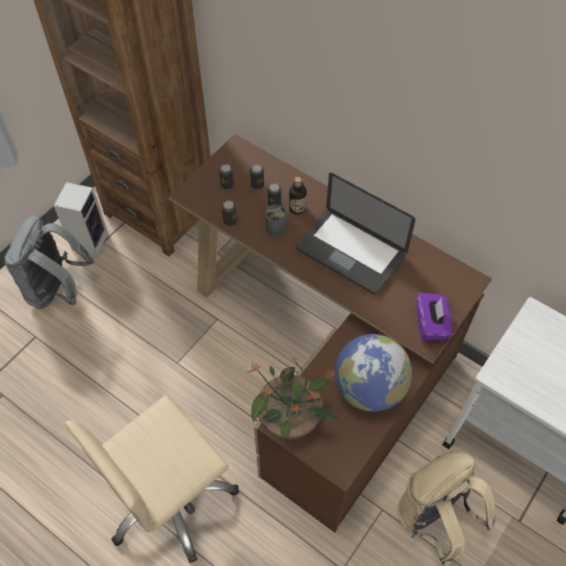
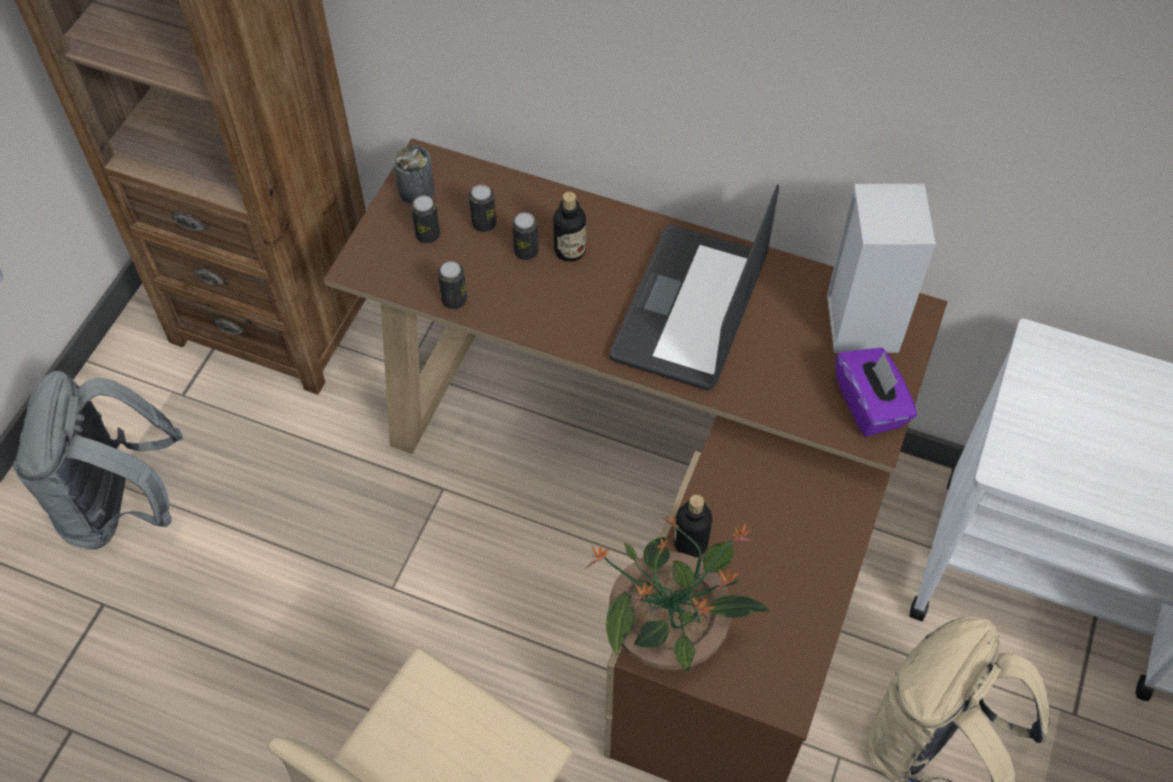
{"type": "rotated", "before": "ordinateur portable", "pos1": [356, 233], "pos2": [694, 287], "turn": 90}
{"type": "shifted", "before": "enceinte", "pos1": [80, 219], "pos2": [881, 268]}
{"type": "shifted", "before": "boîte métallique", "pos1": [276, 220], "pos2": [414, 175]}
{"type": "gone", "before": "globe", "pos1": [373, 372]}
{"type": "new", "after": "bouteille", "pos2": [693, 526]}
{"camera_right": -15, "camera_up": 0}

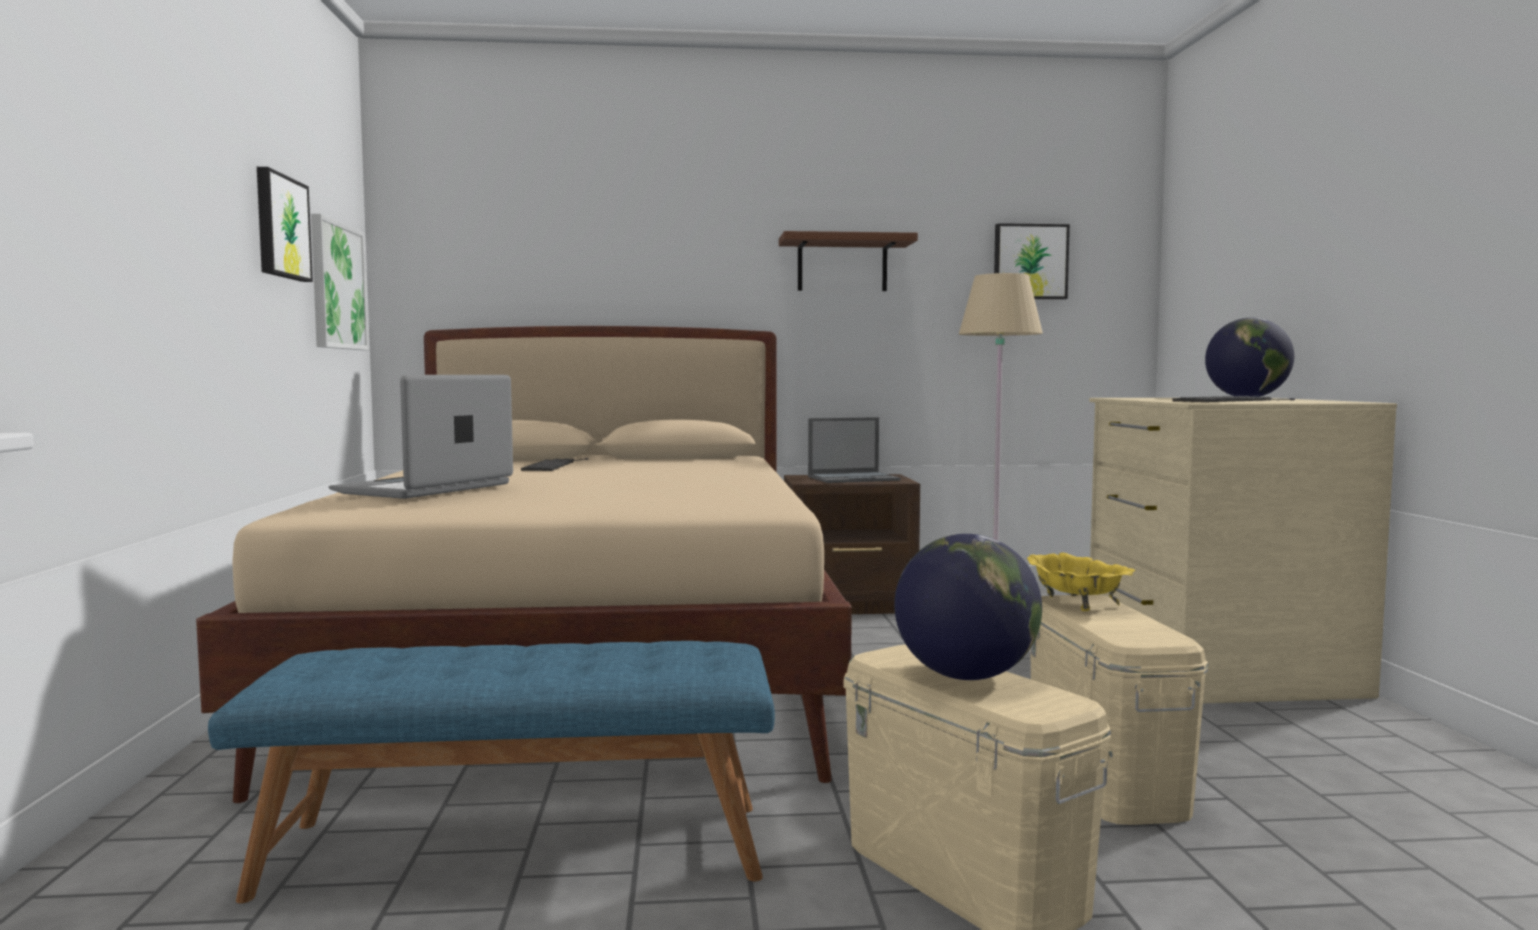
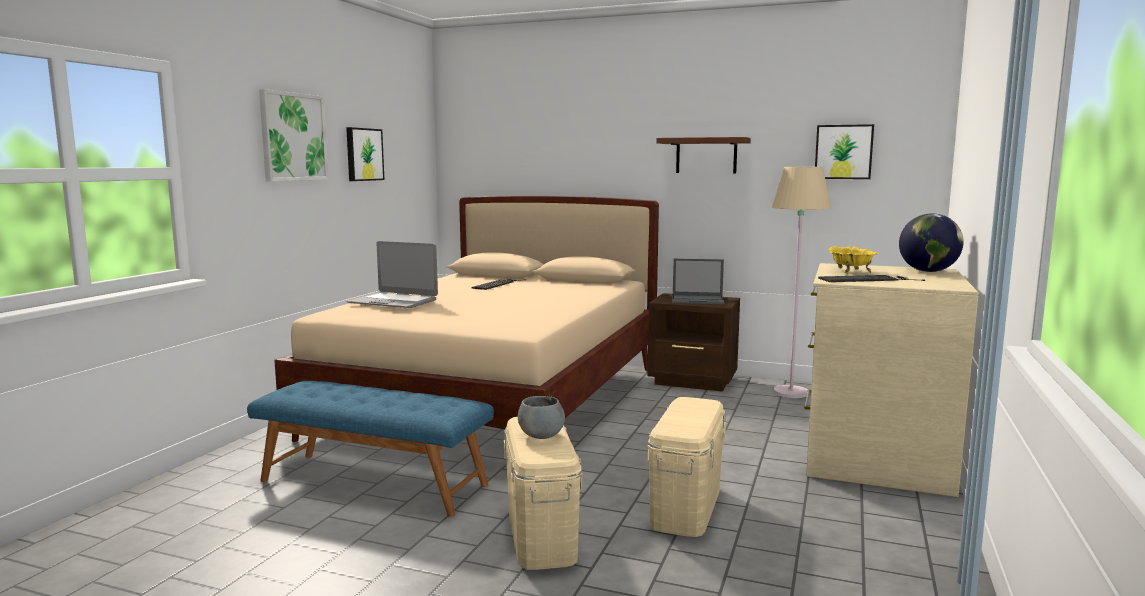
{"type": "shifted", "before": "tableau", "pos1": [340, 282], "pos2": [294, 135]}
{"type": "rotated", "before": "ordinateur portable", "pos1": [421, 437], "pos2": [392, 274], "turn": -120}
{"type": "swapped", "before": "globe", "after": "bol (gris)", "pos1": [968, 607], "pos2": [541, 417]}
{"type": "shifted", "before": "bol (jaune)", "pos1": [1081, 582], "pos2": [854, 259]}
{"camera_right": 25, "camera_up": 5}

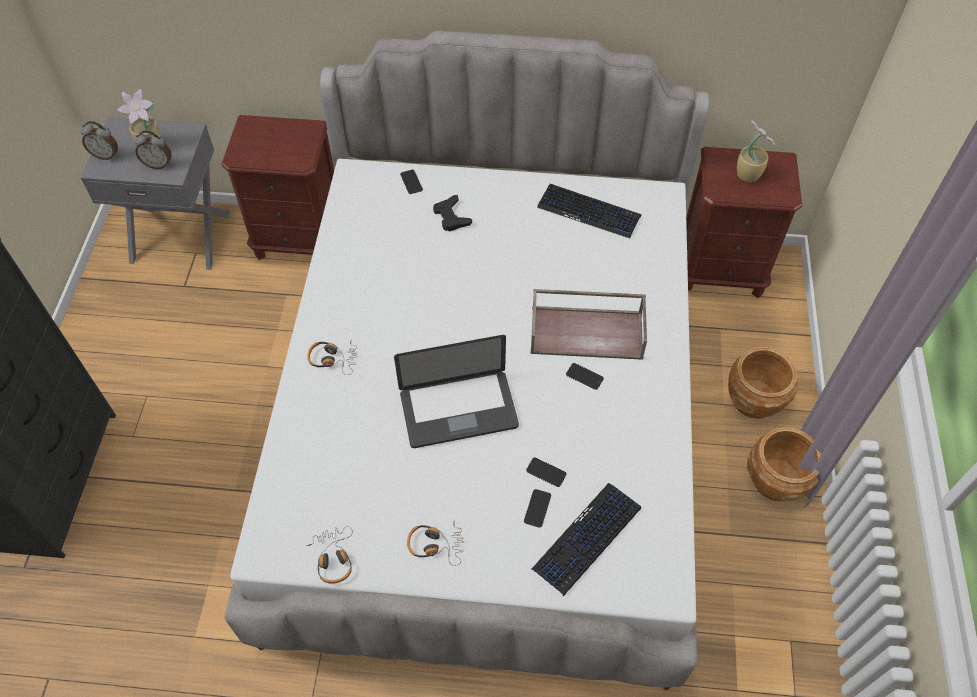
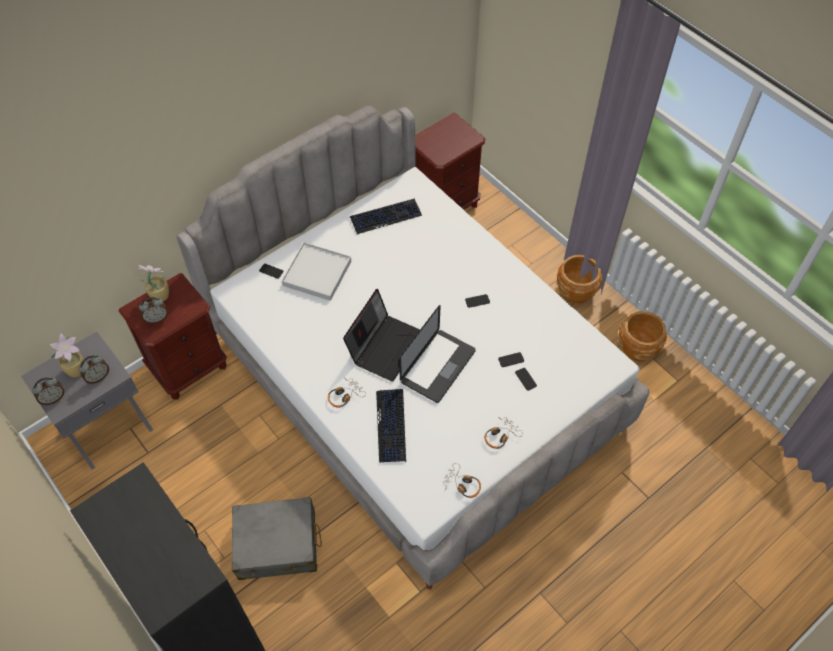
{"type": "shifted", "before": "plante en pot", "pos1": [756, 151], "pos2": [152, 283]}
{"type": "swapped", "before": "manette (noir)", "after": "plateau (blanc)", "pos1": [452, 213], "pos2": [316, 271]}
{"type": "gone", "before": "plateau (marron)", "pos1": [588, 324]}
{"type": "shifted", "before": "cache-pot (marron)", "pos1": [763, 383], "pos2": [642, 336]}
{"type": "shifted", "before": "clavier", "pos1": [586, 539], "pos2": [391, 426]}
{"type": "new", "after": "ordinateur portable", "pos2": [381, 335]}
{"type": "new", "after": "réveil", "pos2": [153, 310]}
{"type": "new", "after": "valise (gris)", "pos2": [277, 538]}
{"camera_right": -45, "camera_up": 0}

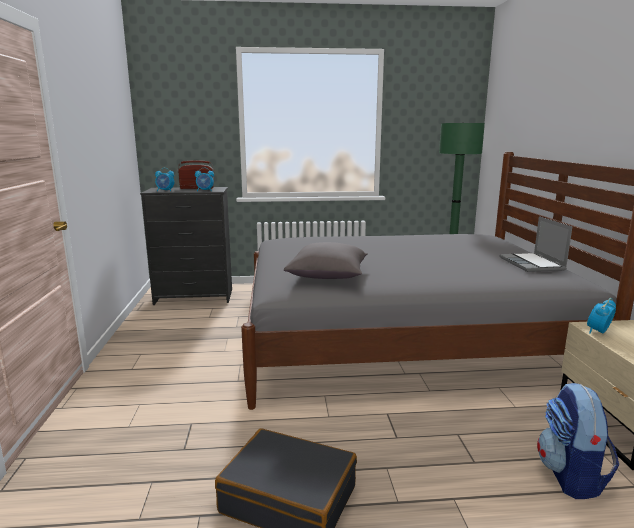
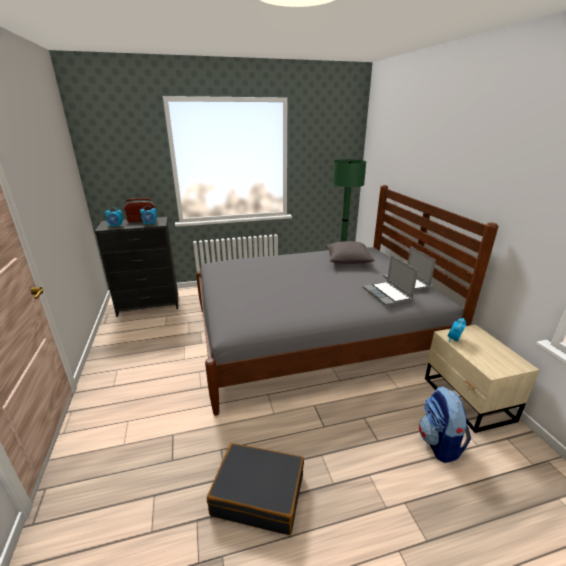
{"type": "shifted", "before": "coussin (gris)", "pos1": [326, 260], "pos2": [350, 252]}
{"type": "new", "after": "ordinateur portable", "pos2": [390, 280]}
{"camera_right": -10, "camera_up": 10}

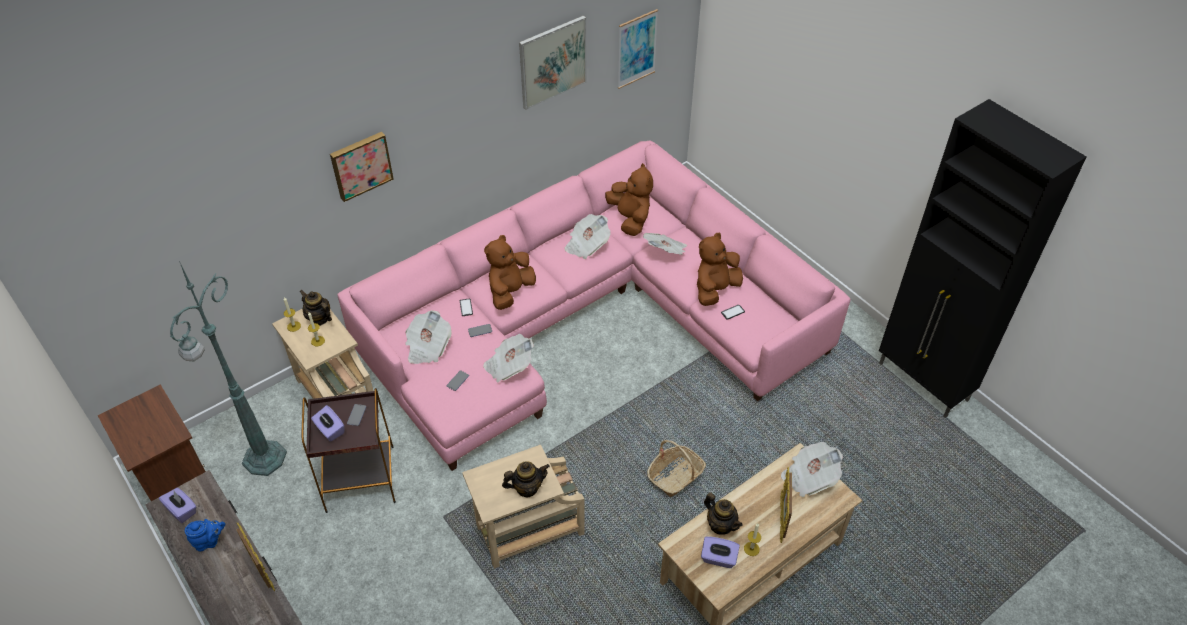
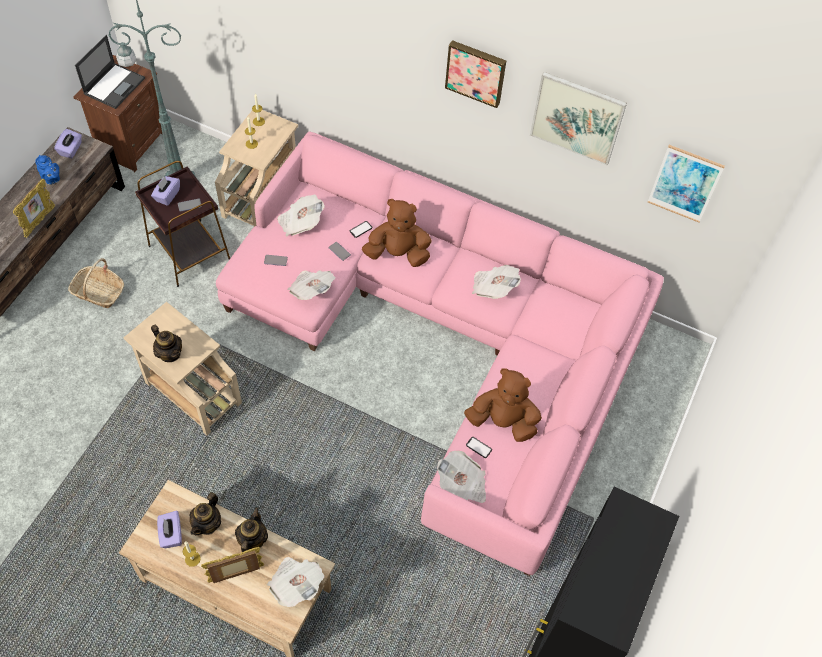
{"type": "shifted", "before": "tableau", "pos1": [362, 167], "pos2": [475, 74]}
{"type": "gone", "before": "peluche (marron)", "pos1": [629, 199]}
{"type": "shifted", "before": "journal", "pos1": [665, 244], "pos2": [461, 477]}
{"type": "shifted", "before": "théière", "pos1": [315, 308], "pos2": [251, 529]}
{"type": "shifted", "before": "panier", "pos1": [676, 468], "pos2": [96, 283]}
{"type": "new", "after": "ordinateur portable", "pos2": [110, 72]}
{"camera_right": 60, "camera_up": 10}

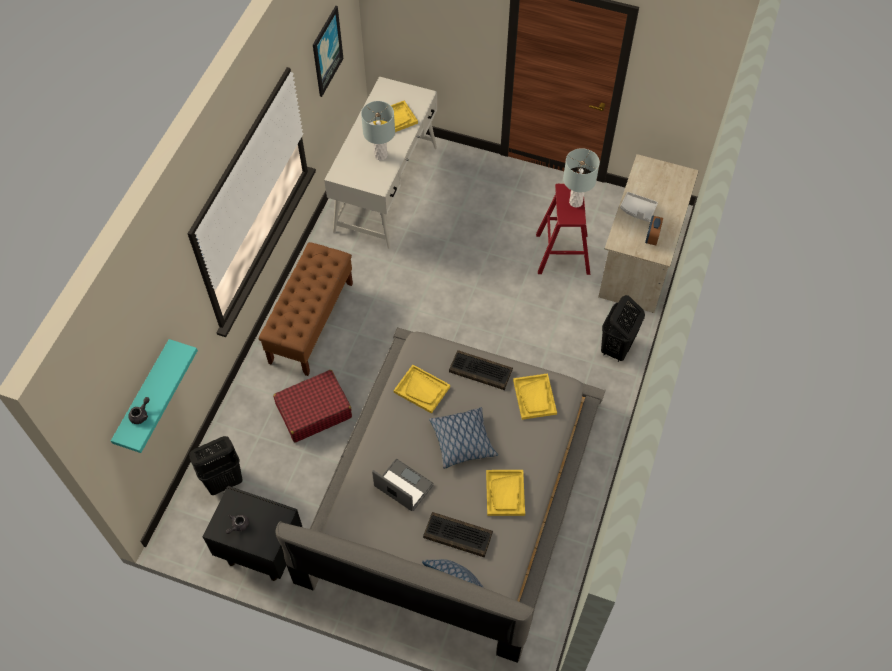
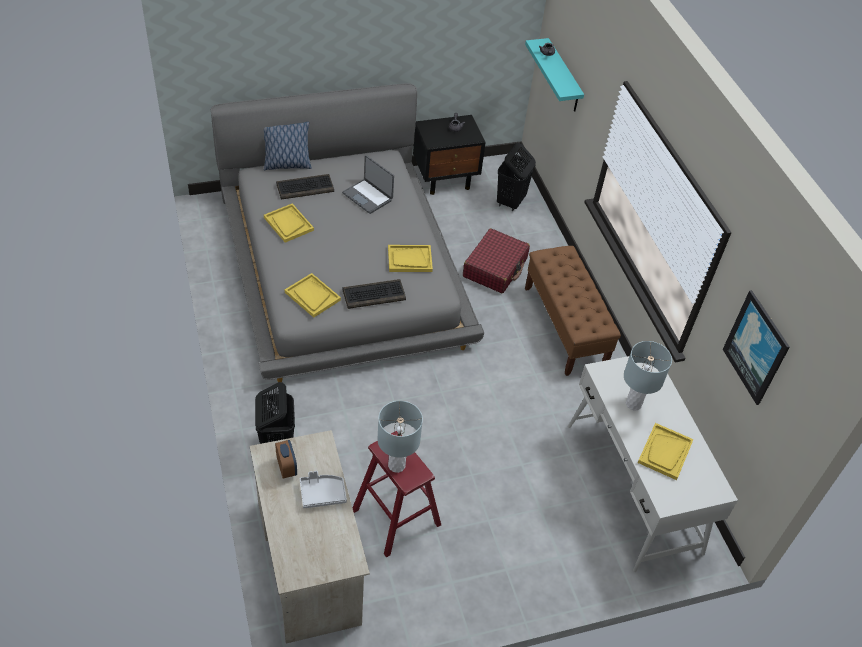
{"type": "gone", "before": "coussin", "pos1": [463, 438]}
{"type": "rotated", "before": "ordinateur portable", "pos1": [403, 485], "pos2": [368, 184], "turn": 45}
{"camera_right": 140, "camera_up": -10}

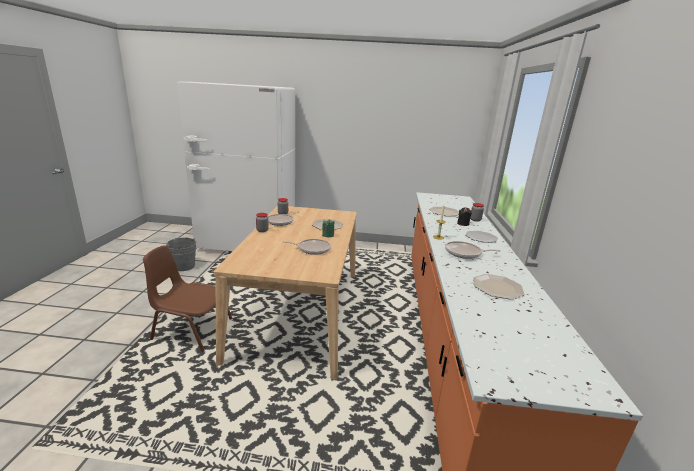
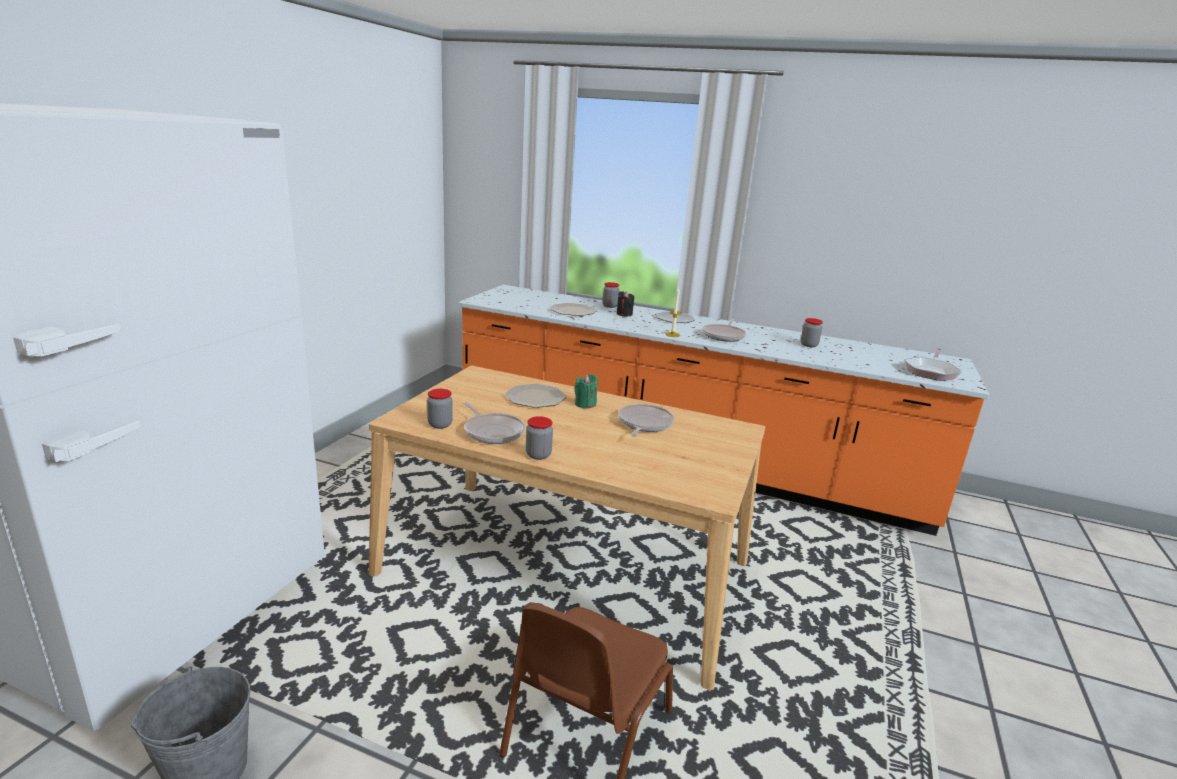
{"type": "swapped", "before": "assiette", "after": "bocal", "pos1": [499, 287], "pos2": [812, 332]}
{"type": "new", "after": "poêle", "pos2": [933, 364]}
{"camera_right": -75, "camera_up": 0}

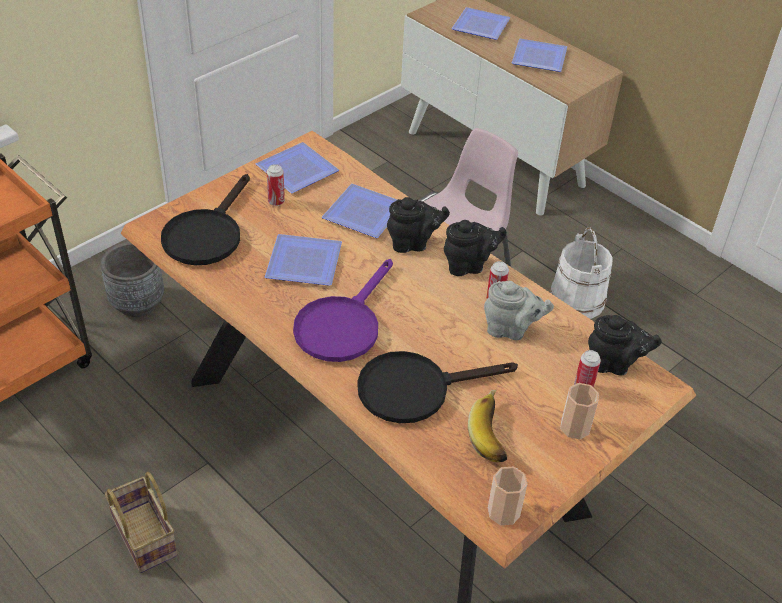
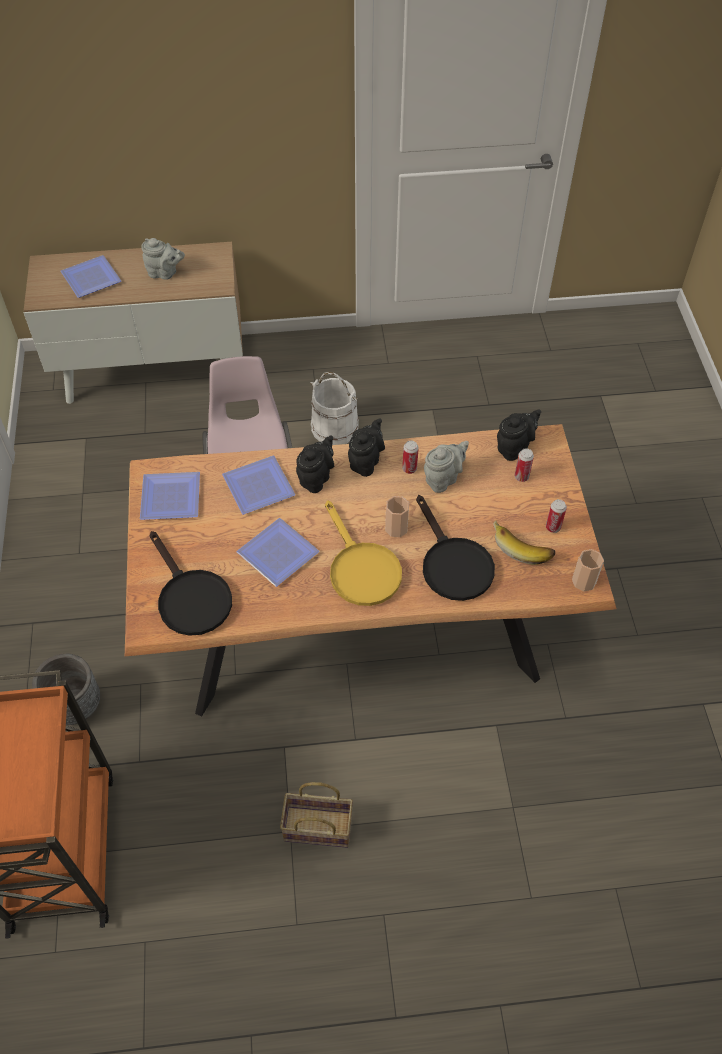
{"type": "swapped", "before": "assiette", "after": "théière (gris)", "pos1": [539, 55], "pos2": [163, 259]}
{"type": "shifted", "before": "boîte métallique", "pos1": [276, 185], "pos2": [556, 516]}
{"type": "repainted", "before": "poêle (violet)", "after": "poêle (jaune)", "pos1": [343, 310], "pos2": [363, 553]}
{"type": "rotated", "before": "poêle (noir)", "pos1": [437, 387], "pos2": [455, 548], "turn": -45}
{"type": "shifted", "before": "tasse", "pos1": [579, 411], "pos2": [397, 516]}
{"camera_right": -50, "camera_up": 10}

